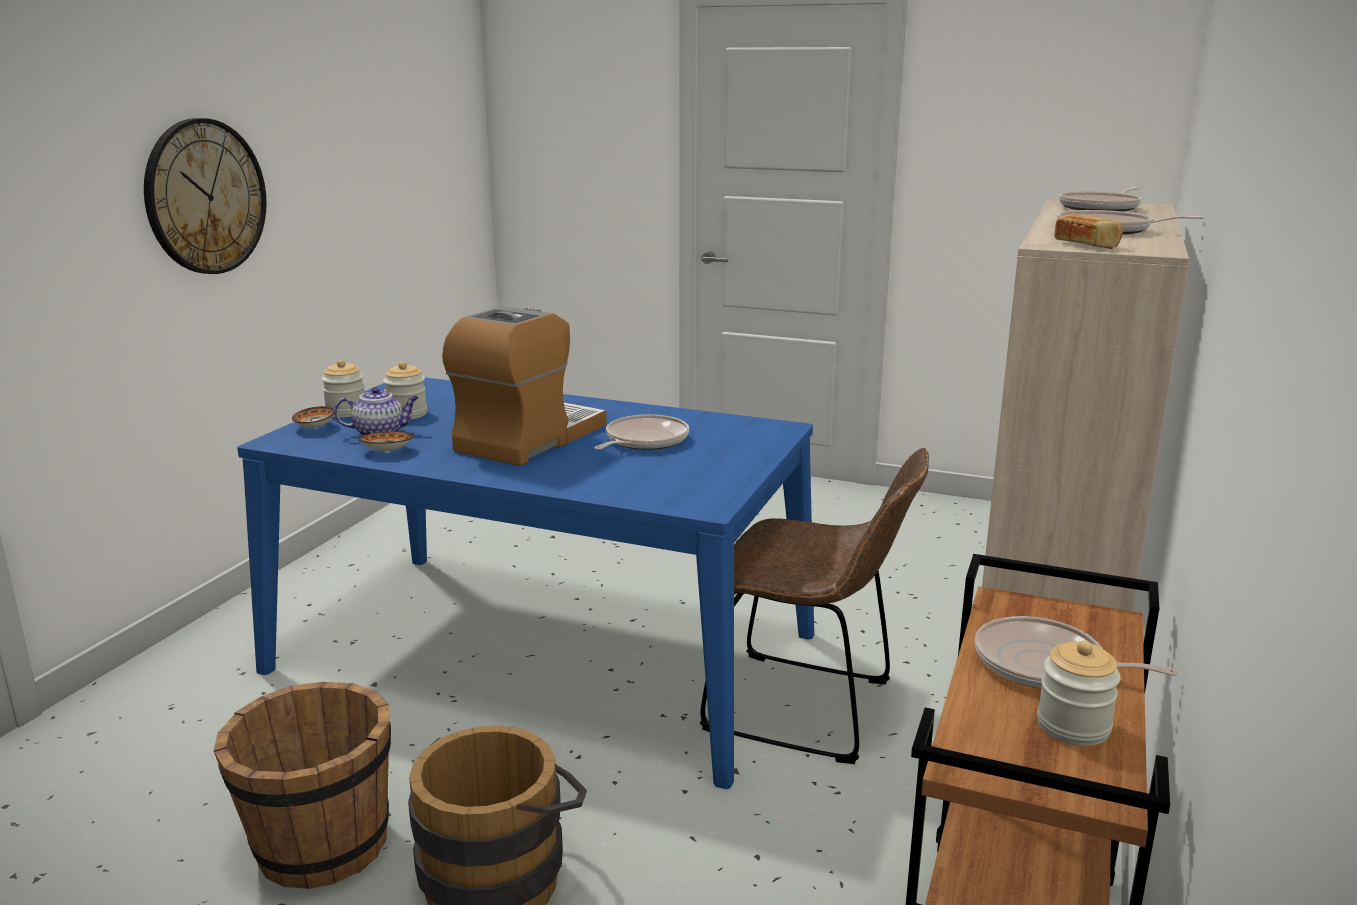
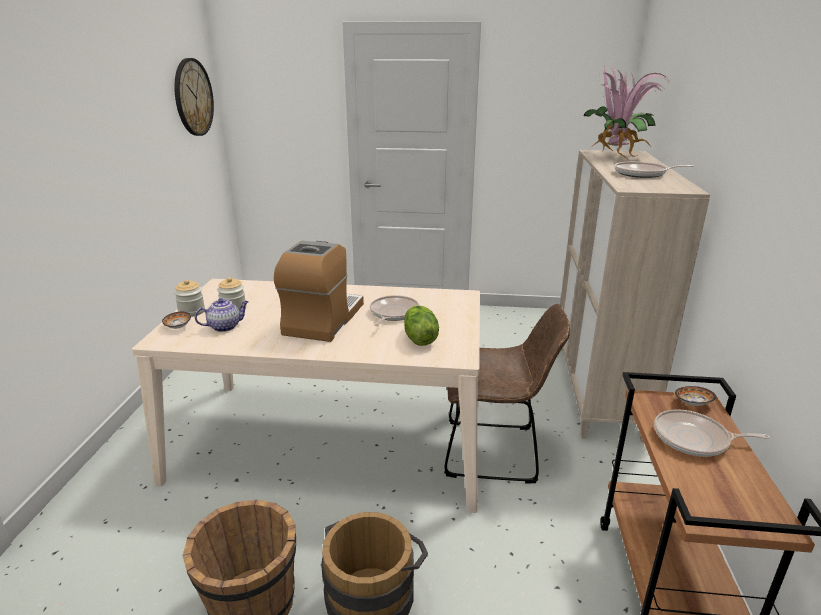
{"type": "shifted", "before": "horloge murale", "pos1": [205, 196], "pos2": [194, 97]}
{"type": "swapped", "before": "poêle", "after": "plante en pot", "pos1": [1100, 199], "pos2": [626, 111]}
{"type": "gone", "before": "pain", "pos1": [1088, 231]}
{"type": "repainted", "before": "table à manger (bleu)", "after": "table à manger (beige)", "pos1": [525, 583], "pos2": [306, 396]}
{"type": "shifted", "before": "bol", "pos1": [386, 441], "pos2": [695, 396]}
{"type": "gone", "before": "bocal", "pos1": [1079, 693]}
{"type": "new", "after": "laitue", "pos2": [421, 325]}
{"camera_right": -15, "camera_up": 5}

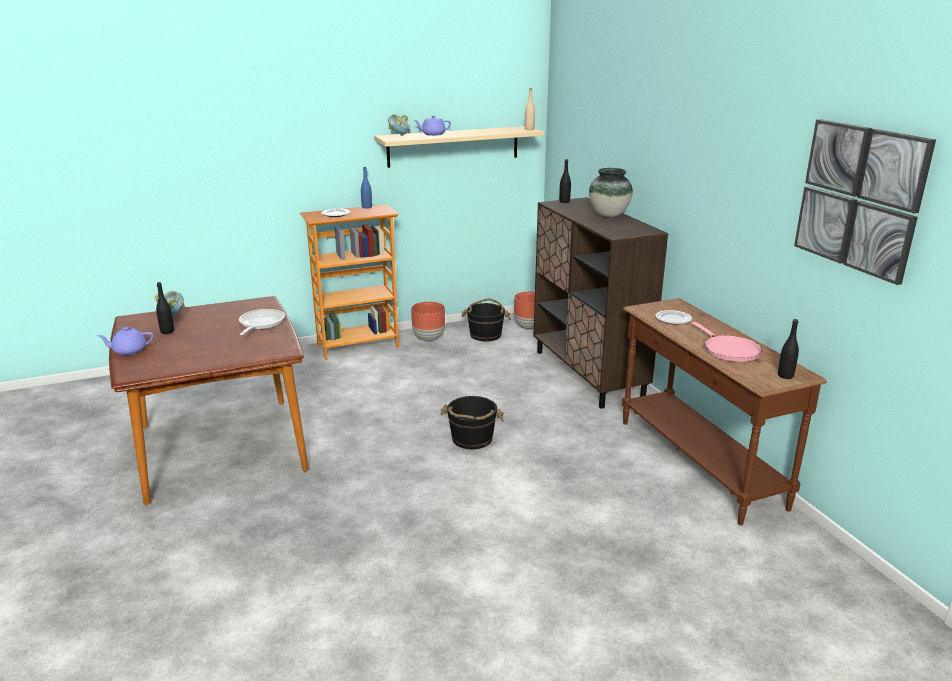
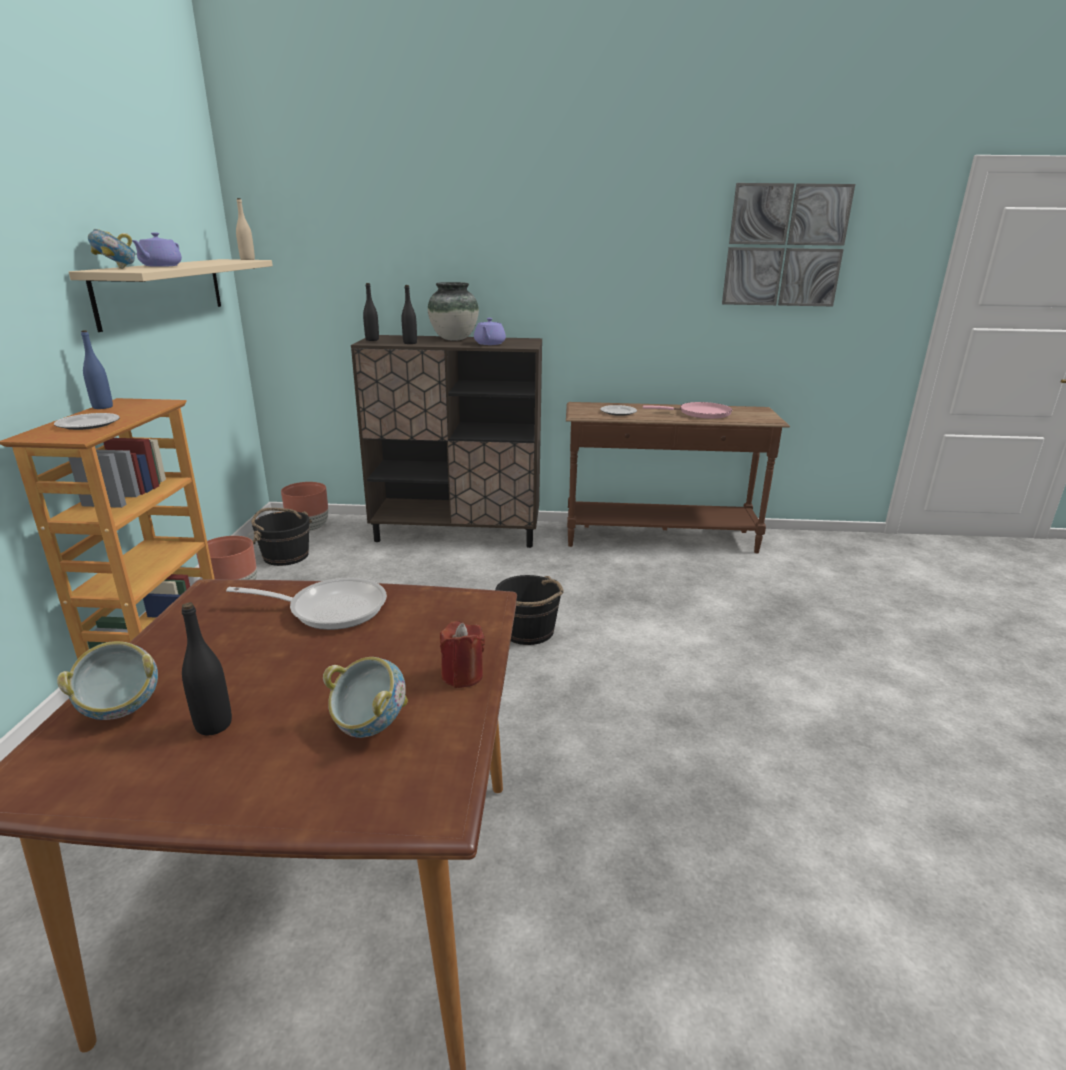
{"type": "rotated", "before": "poêle", "pos1": [262, 322], "pos2": [306, 604], "turn": 150}
{"type": "shifted", "before": "bouteille (noir)", "pos1": [788, 349], "pos2": [409, 314]}
{"type": "shifted", "before": "théière (violet)", "pos1": [125, 341], "pos2": [490, 331]}
{"type": "new", "after": "bougie (rouge)", "pos2": [462, 654]}
{"type": "new", "after": "bol", "pos2": [365, 697]}
{"camera_right": -65, "camera_up": 0}

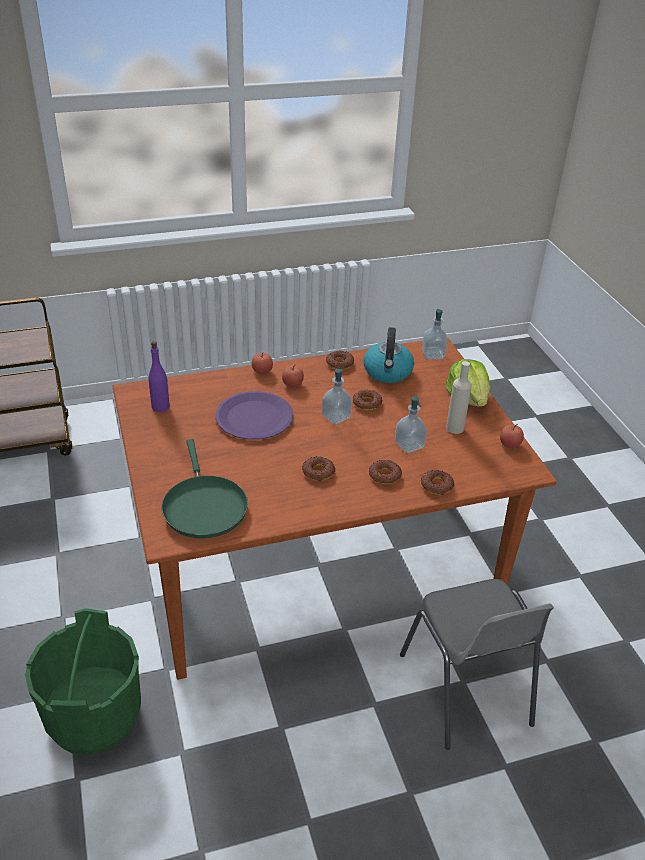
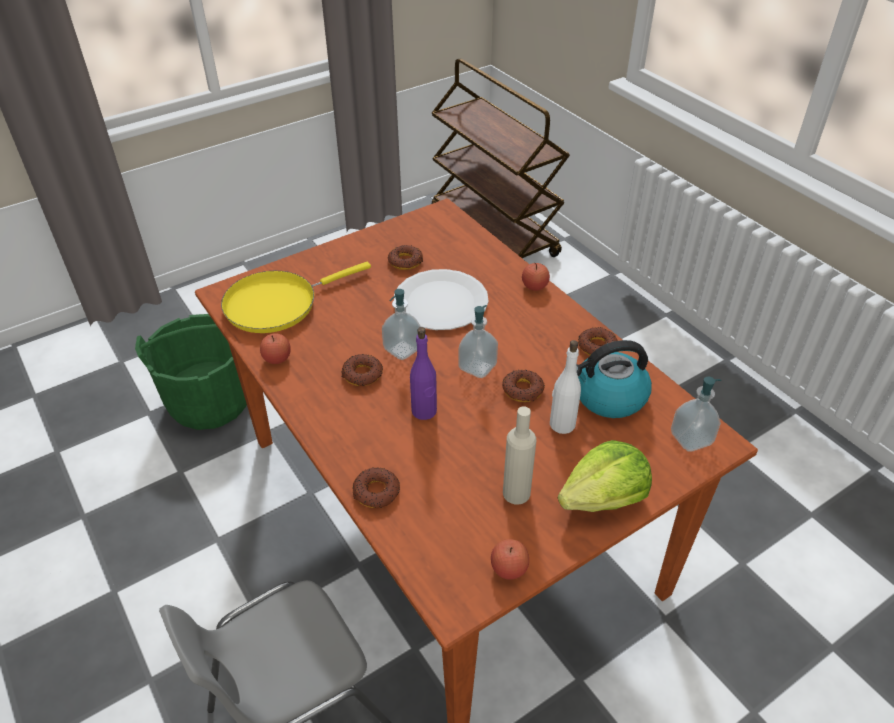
{"type": "shifted", "before": "bouteille (violet)", "pos1": [159, 376], "pos2": [423, 373]}
{"type": "shifted", "before": "pomme", "pos1": [293, 375], "pos2": [275, 348]}
{"type": "repainted", "before": "assiette (violet)", "after": "assiette (blanc)", "pos1": [254, 415], "pos2": [441, 299]}
{"type": "shifted", "before": "distributeur de savon", "pos1": [411, 424], "pos2": [401, 324]}
{"type": "repainted", "before": "poêle (vert)", "after": "poêle (jaune)", "pos1": [204, 489], "pos2": [296, 297]}
{"type": "shifted", "before": "beignet", "pos1": [385, 472], "pos2": [405, 257]}
{"type": "new", "after": "bouteille (blanc)", "pos2": [565, 387]}
{"camera_right": 75, "camera_up": 5}

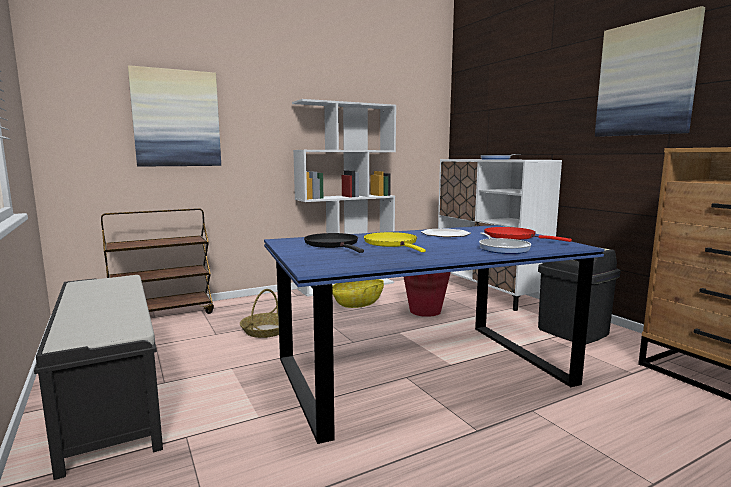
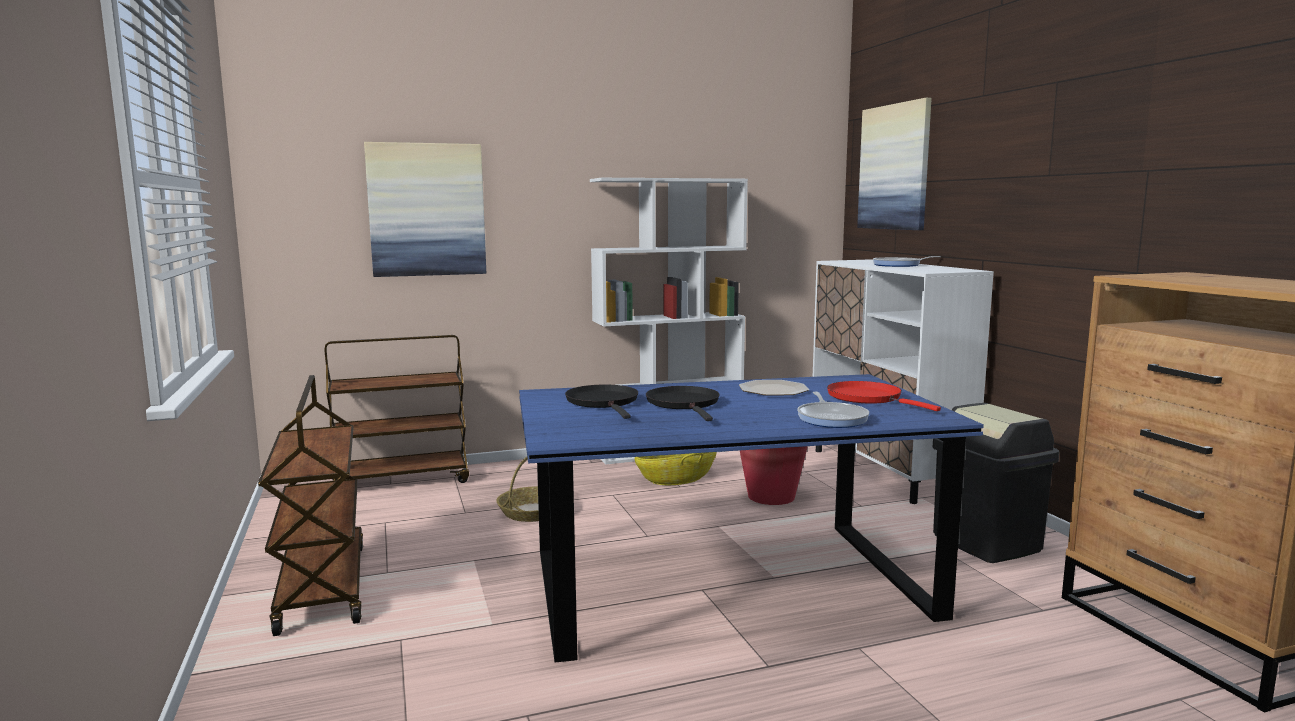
{"type": "shifted", "before": "tableau", "pos1": [650, 71], "pos2": [894, 164]}
{"type": "repainted", "before": "poêle (jaune)", "after": "poêle (noir)", "pos1": [395, 242], "pos2": [683, 403]}
{"type": "swapped", "before": "banc (noir)", "after": "chariot (marron)", "pos1": [98, 377], "pos2": [310, 505]}
{"camera_right": 10, "camera_up": 0}

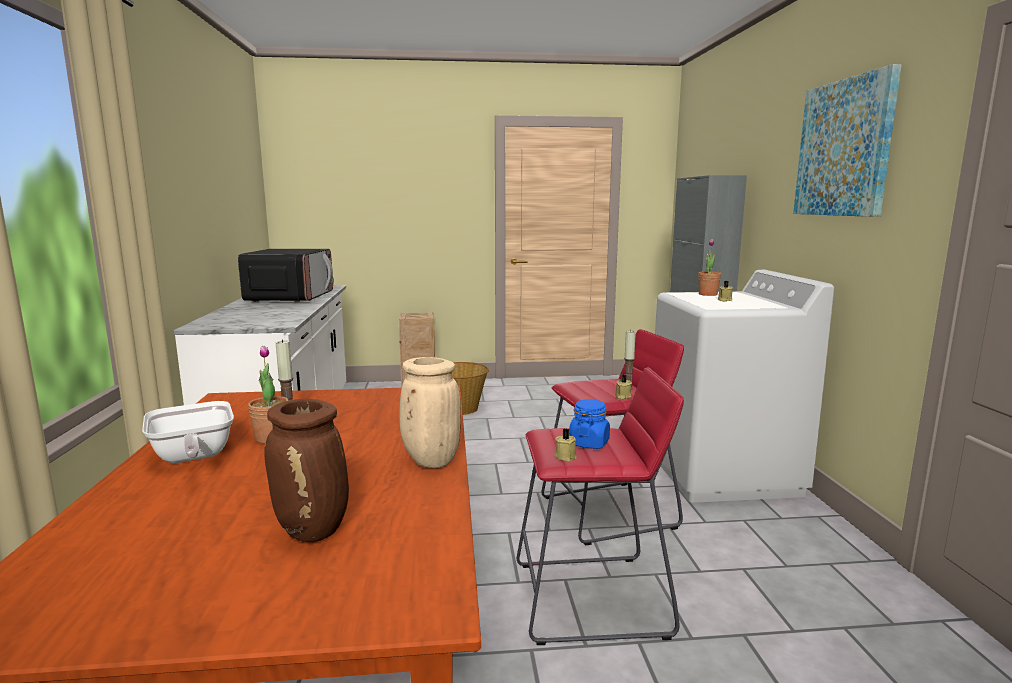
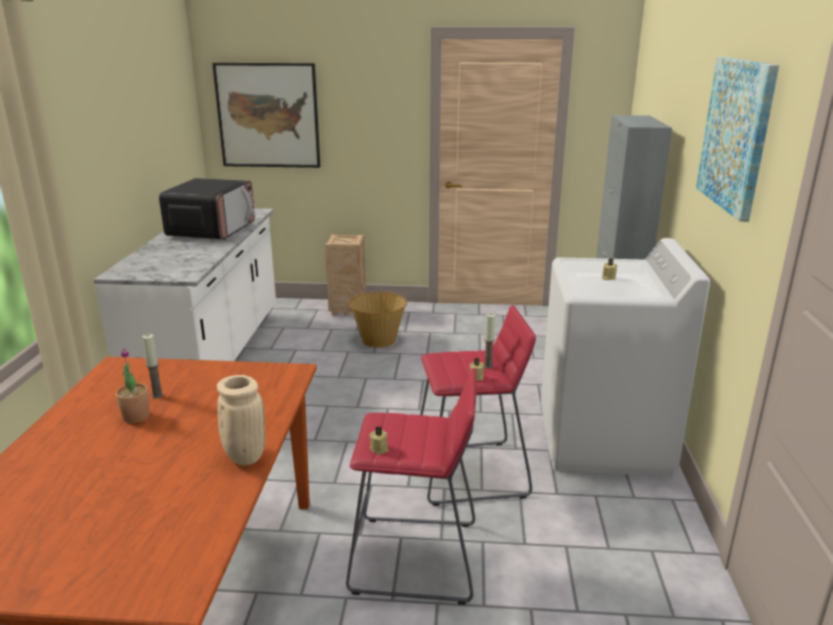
{"type": "gone", "before": "plante en pot", "pos1": [709, 267]}
{"type": "gone", "before": "vase (marron)", "pos1": [306, 470]}
{"type": "gone", "before": "bocal (bleu)", "pos1": [589, 424]}
{"type": "gone", "before": "poêle", "pos1": [188, 432]}
{"type": "new", "after": "tableau", "pos2": [266, 115]}
{"camera_right": 10, "camera_up": 10}

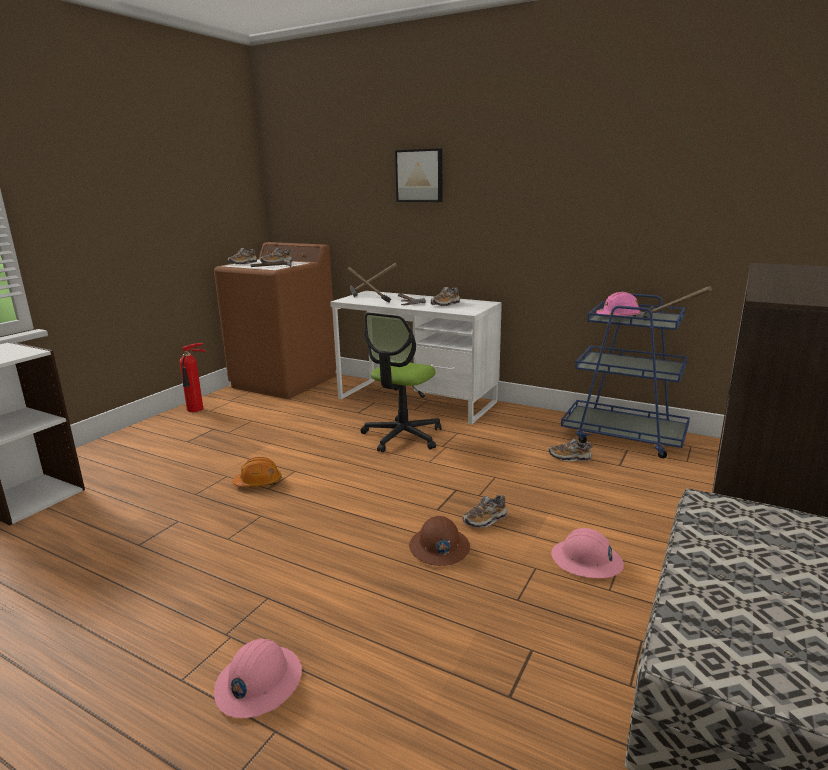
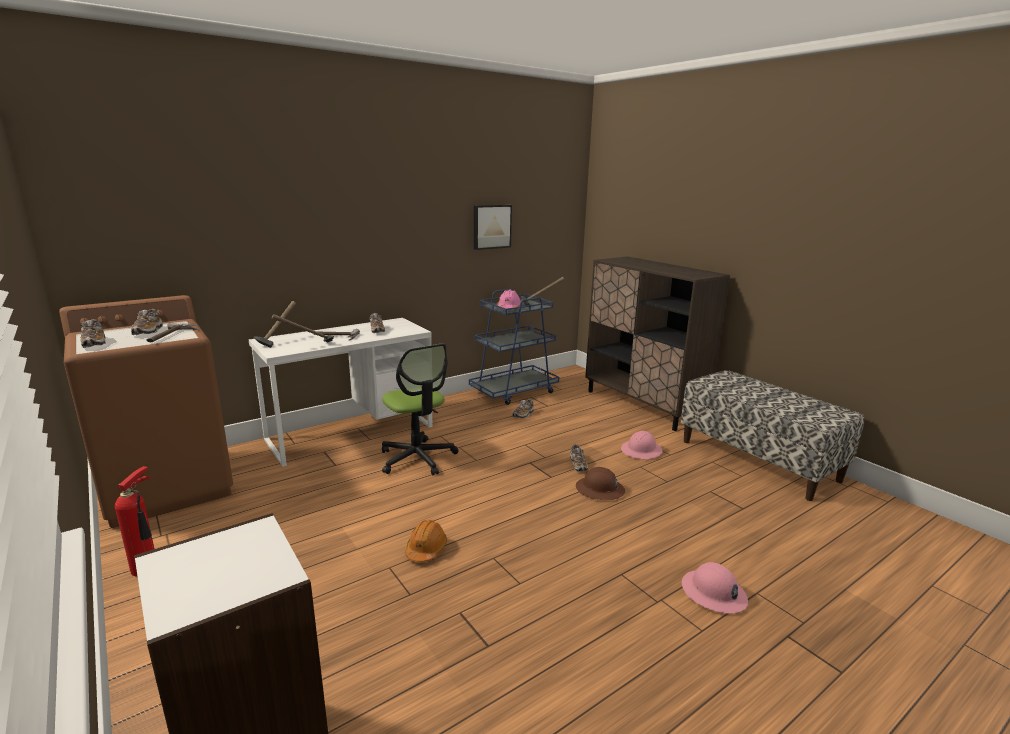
{"type": "shifted", "before": "tableau", "pos1": [418, 175], "pos2": [493, 227]}
{"camera_right": -65, "camera_up": 0}

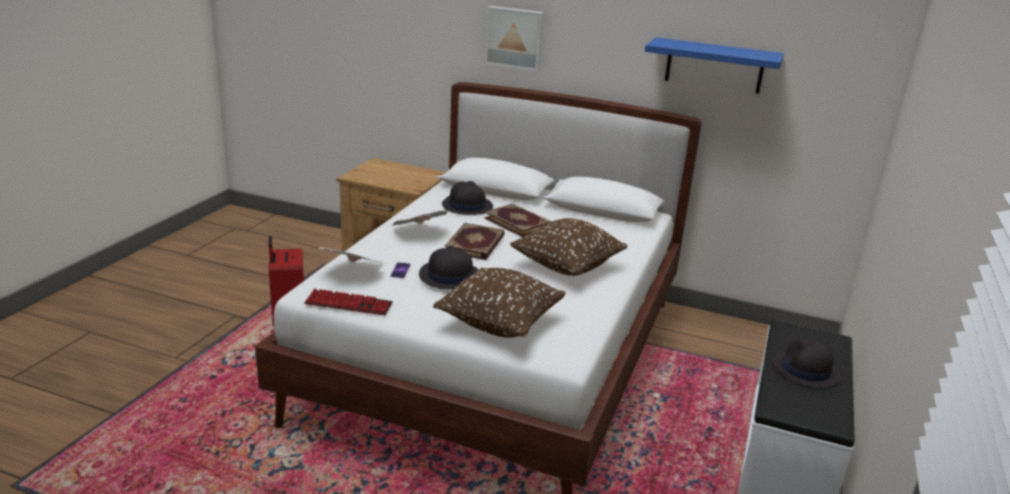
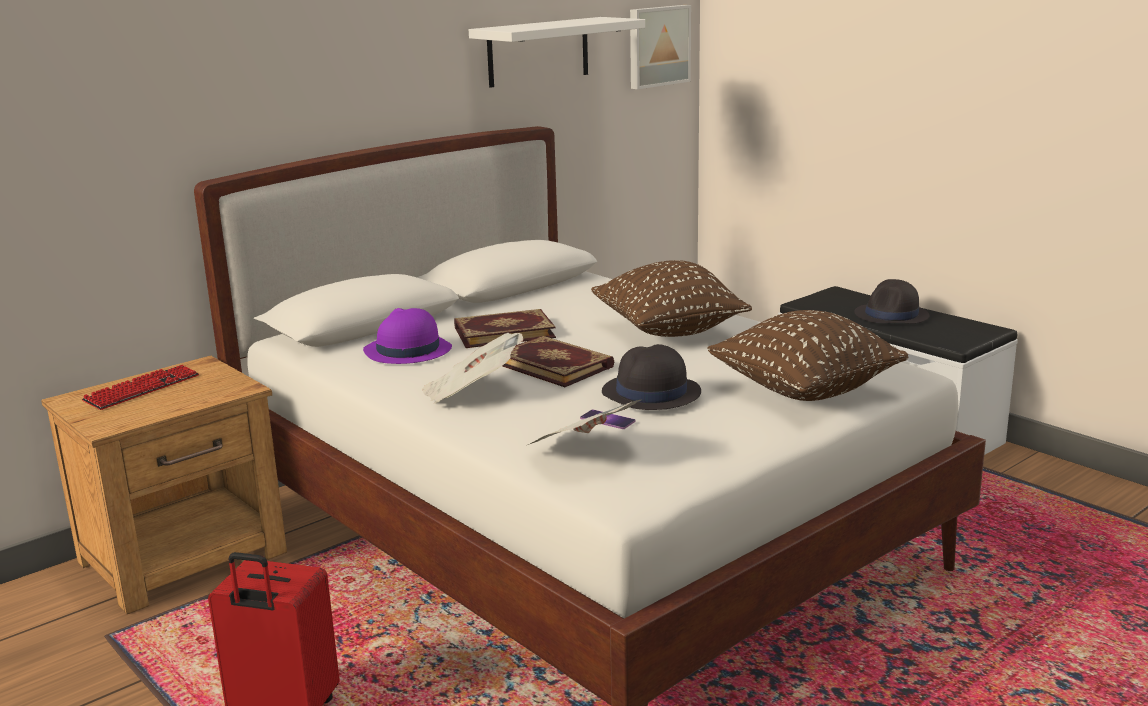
{"type": "shifted", "before": "tableau", "pos1": [514, 38], "pos2": [660, 47]}
{"type": "repainted", "before": "étagère (bleu)", "after": "étagère (blanc)", "pos1": [714, 65], "pos2": [557, 52]}
{"type": "repainted", "before": "chapeau (noir)", "after": "chapeau (violet)", "pos1": [467, 198], "pos2": [407, 336]}
{"type": "shifted", "before": "clavier", "pos1": [348, 301], "pos2": [140, 387]}
{"camera_right": -60, "camera_up": -5}

